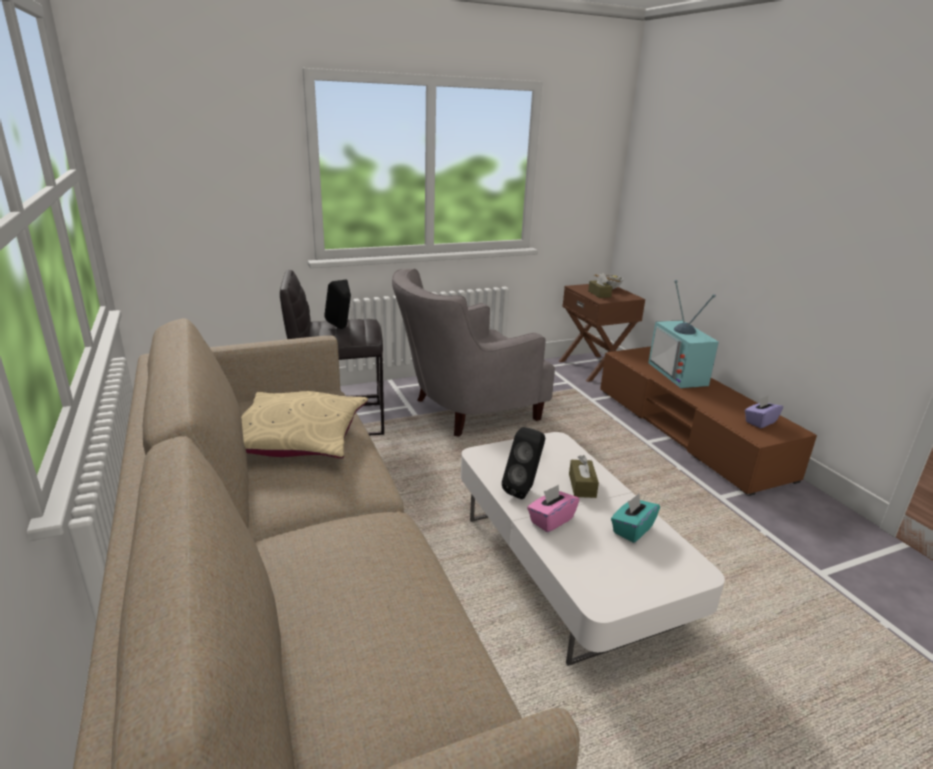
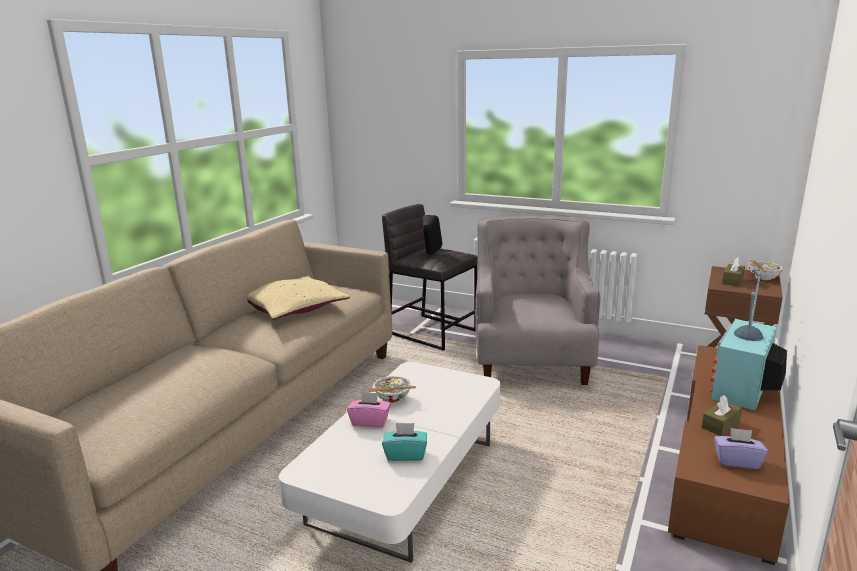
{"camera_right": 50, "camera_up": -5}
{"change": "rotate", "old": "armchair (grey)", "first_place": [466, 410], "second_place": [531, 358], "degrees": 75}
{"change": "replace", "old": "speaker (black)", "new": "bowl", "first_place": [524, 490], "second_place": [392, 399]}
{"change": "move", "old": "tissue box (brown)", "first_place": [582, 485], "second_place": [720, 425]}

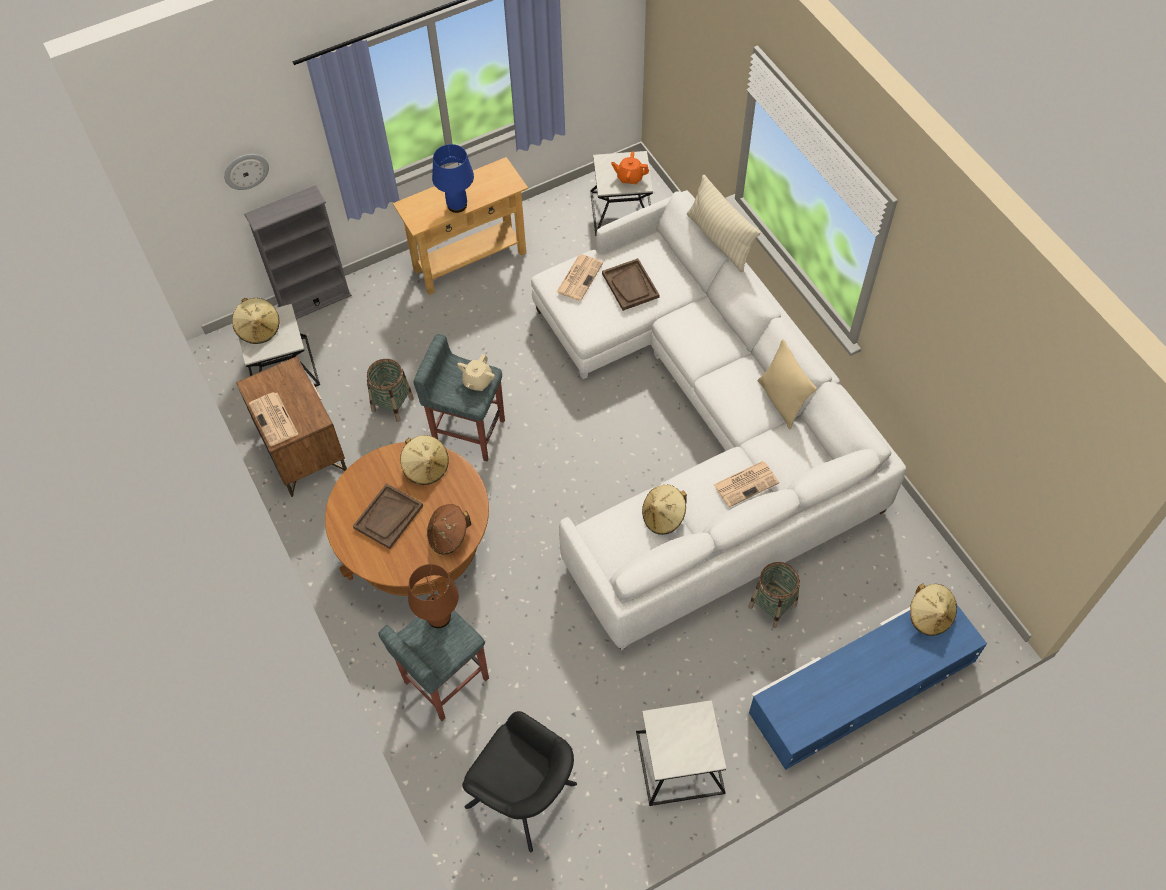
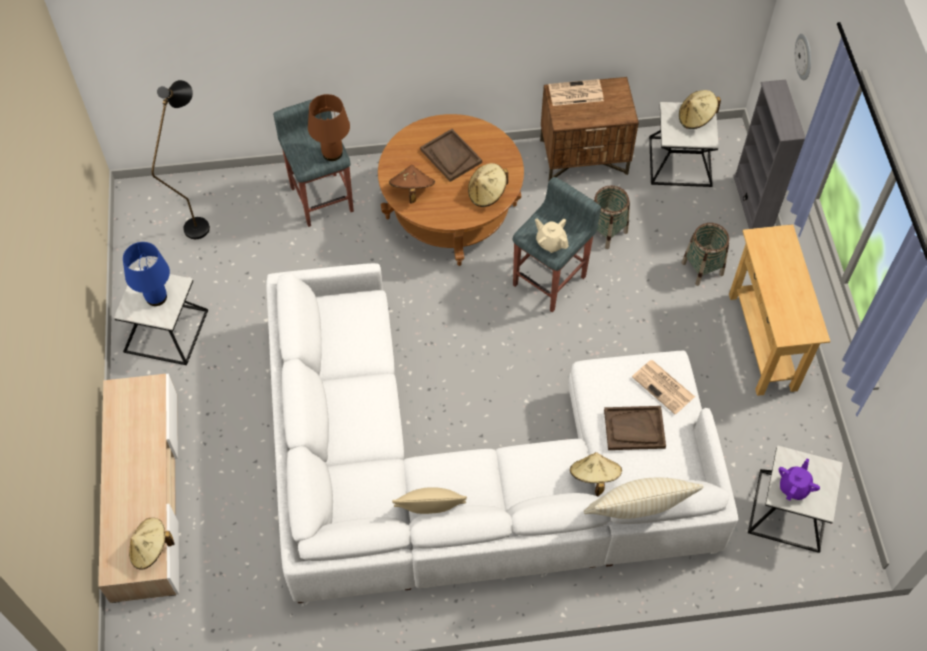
{"camera_right": 110, "camera_up": 0}
{"change": "move", "old": "table lamp (blue)", "first_place": [457, 205], "second_place": [156, 298]}
{"change": "replace", "old": "armchair (black)", "new": "floor lamp (black)", "first_place": [525, 797], "second_place": [201, 221]}
{"change": "recolor", "old": "teapot (orange)", "new": "teapot (purple)", "first_place": [629, 177], "second_place": [794, 487]}
{"change": "move", "old": "hat (beige)", "first_place": [663, 517], "second_place": [594, 477]}
{"change": "delete", "old": "newspaper", "first_place": [746, 483]}
{"change": "move", "old": "basket", "first_place": [772, 606], "second_place": [702, 268]}
{"change": "recolor", "old": "tv stand (blue)", "new": "tv stand (beige)", "first_place": [861, 687], "second_place": [145, 495]}

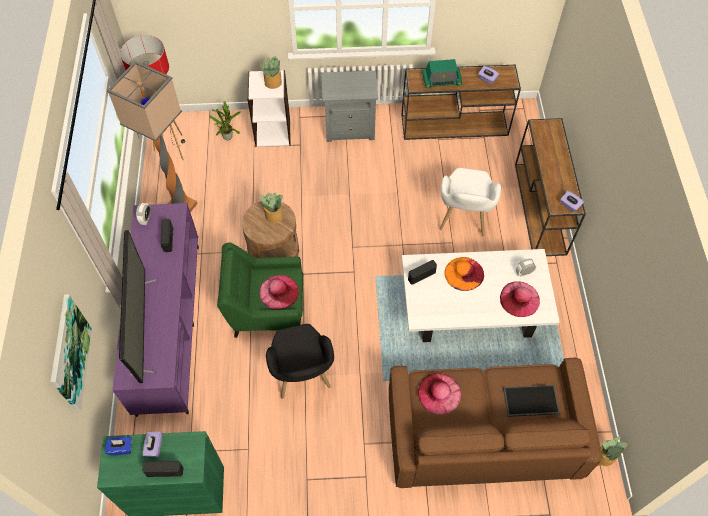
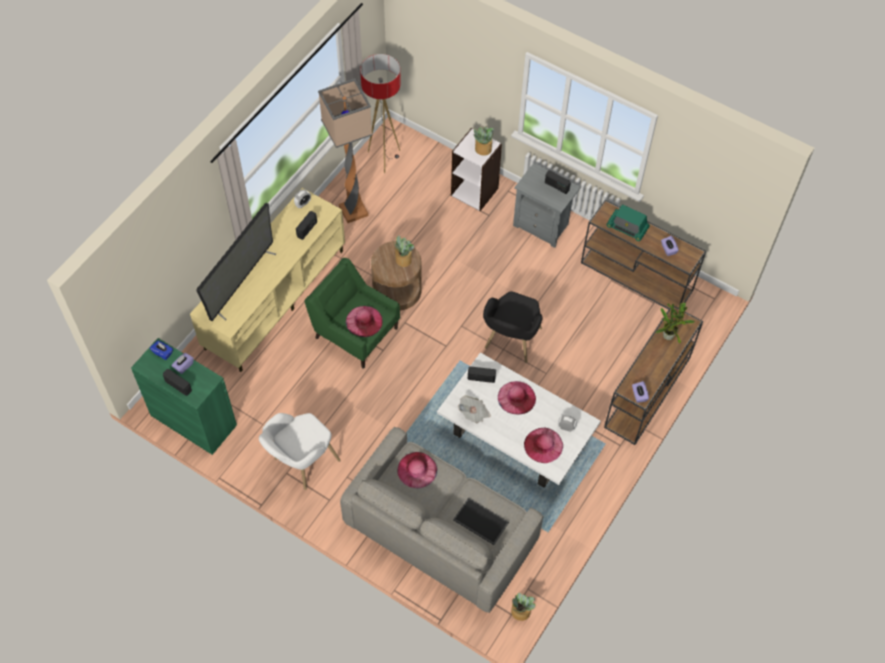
{"camera_right": 35, "camera_up": 0}
{"change": "delete", "old": "picture", "first_place": [69, 353]}
{"change": "recolor", "old": "tv stand (purple)", "new": "tv stand (beige)", "first_place": [169, 325], "second_place": [275, 298]}
{"change": "move", "old": "potted plant", "first_place": [228, 136], "second_place": [669, 335]}
{"change": "move", "old": "armchair (black)", "first_place": [303, 379], "second_place": [510, 345]}
{"change": "recolor", "old": "sofa (brown)", "new": "sofa (grey)", "first_place": [482, 434], "second_place": [440, 531]}
{"change": "move", "old": "armchair (white)", "first_place": [463, 222], "second_place": [300, 465]}
{"change": "recolor", "old": "hat (orange)", "new": "hat (pink)", "first_place": [464, 273], "second_place": [516, 397]}
{"change": "insert", "new": "newspaper", "second_place": [474, 413]}
{"change": "insert", "new": "radio", "second_place": [556, 186]}

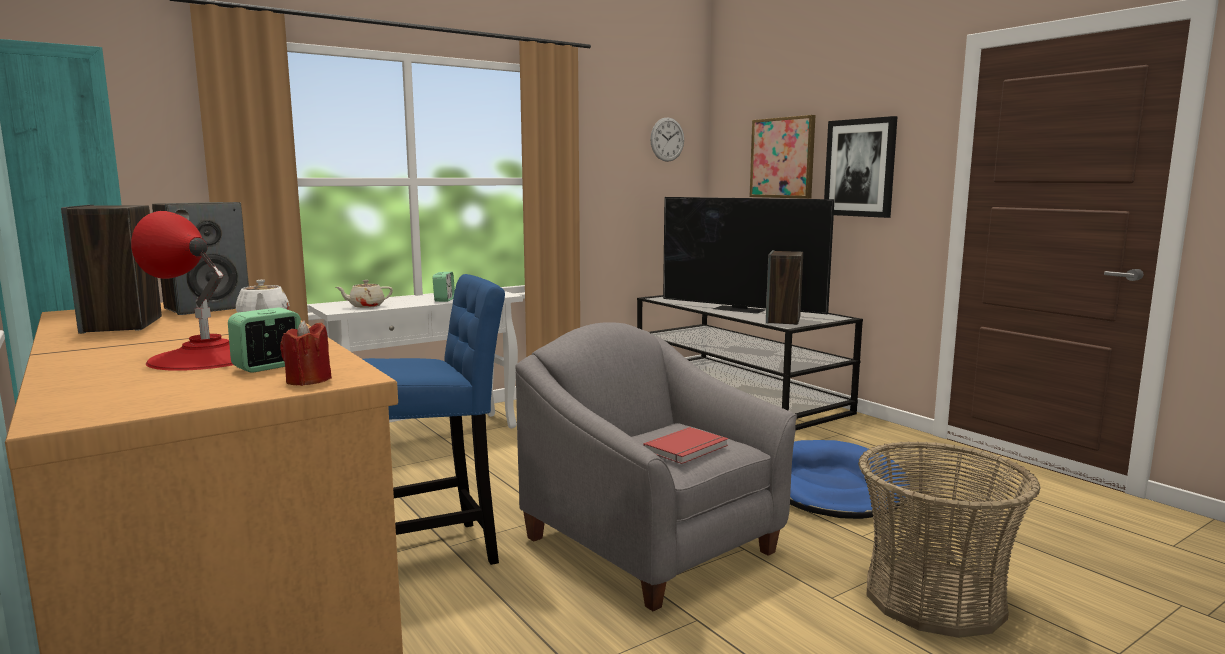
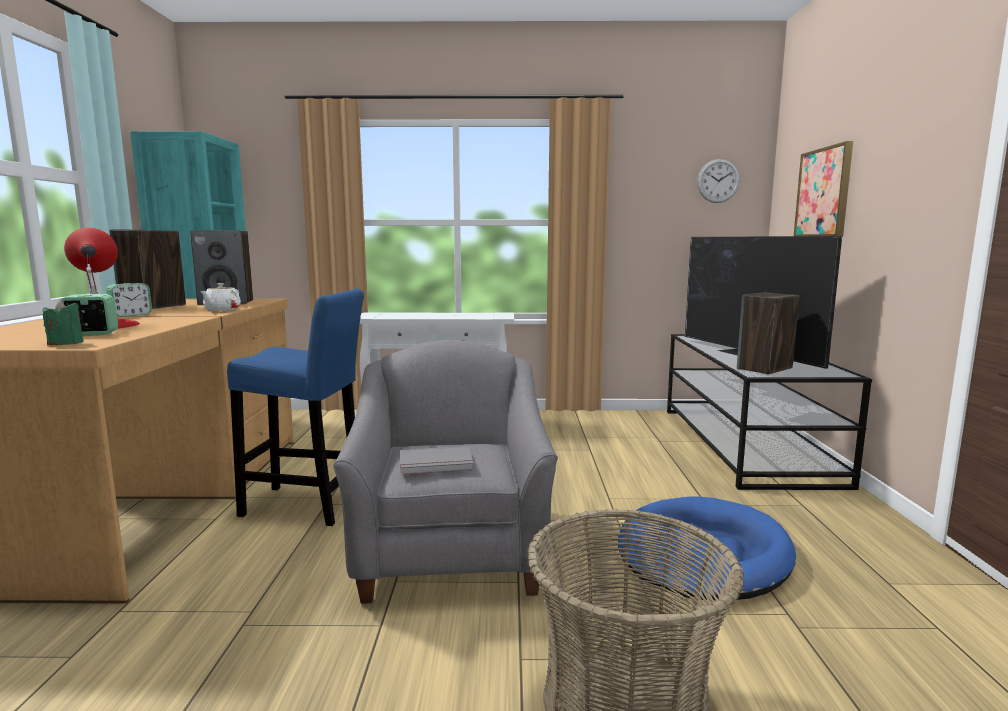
{"camera_right": 35, "camera_up": 0}
{"change": "recolor", "old": "candle (red)", "new": "candle (green)", "first_place": [308, 380], "second_place": [65, 343]}
{"change": "delete", "old": "teapot (beige)", "first_place": [366, 306]}
{"change": "move", "old": "alarm clock", "first_place": [444, 300], "second_place": [131, 315]}
{"change": "recolor", "old": "book (red)", "new": "book (grey)", "first_place": [688, 448], "second_place": [436, 464]}
{"change": "delete", "old": "picture", "first_place": [860, 168]}

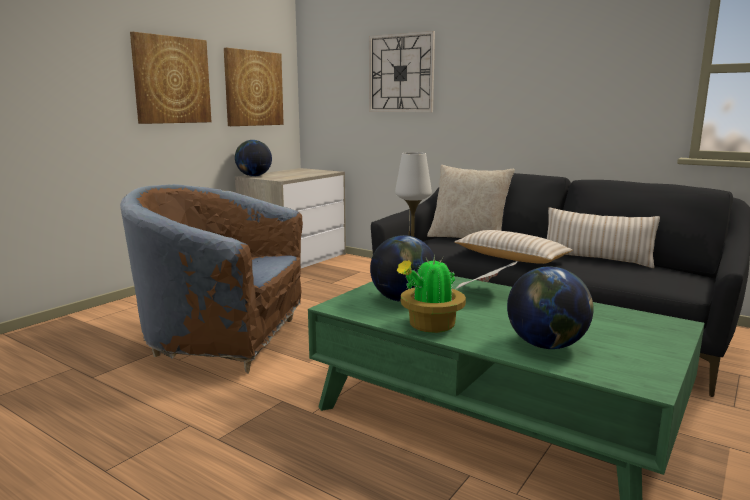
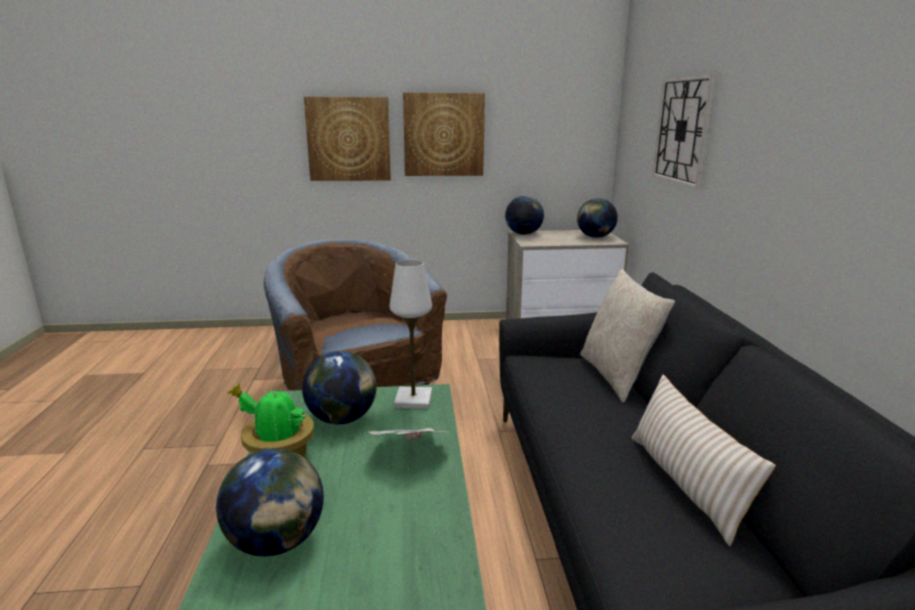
{"camera_right": 50, "camera_up": 5}
{"change": "move", "old": "picture", "first_place": [253, 88], "second_place": [348, 139]}
{"change": "delete", "old": "pillow (beige)", "first_place": [511, 258]}
{"change": "insert", "new": "globe", "second_place": [595, 237]}

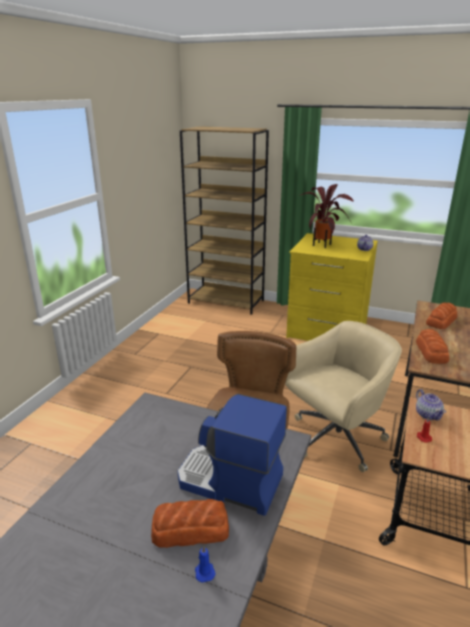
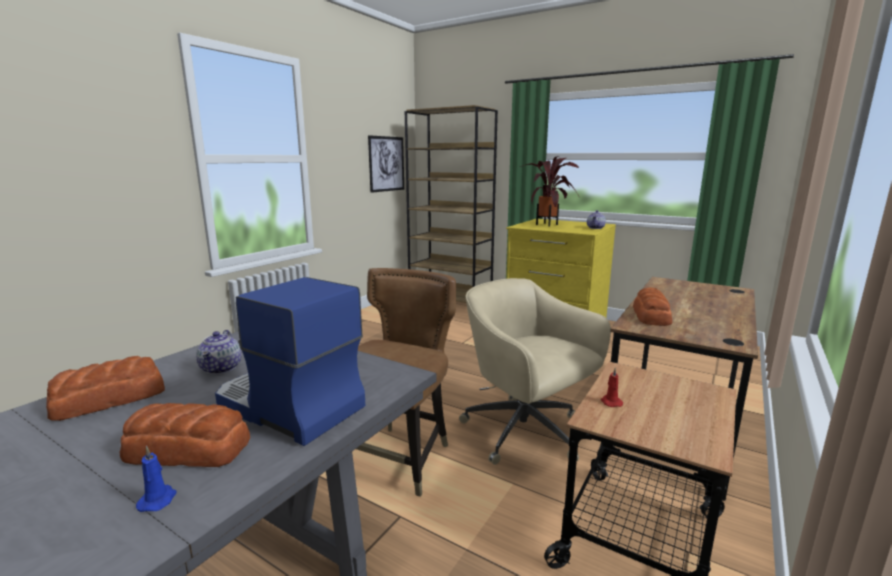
{"camera_right": 10, "camera_up": -10}
{"change": "rotate", "old": "office chair (beige)", "first_place": [335, 439], "second_place": [526, 433], "degrees": -105}
{"change": "move", "old": "teapot", "first_place": [428, 414], "second_place": [222, 368]}
{"change": "move", "old": "bread", "first_place": [441, 321], "second_place": [111, 399]}
{"change": "insert", "new": "picture", "second_place": [386, 164]}

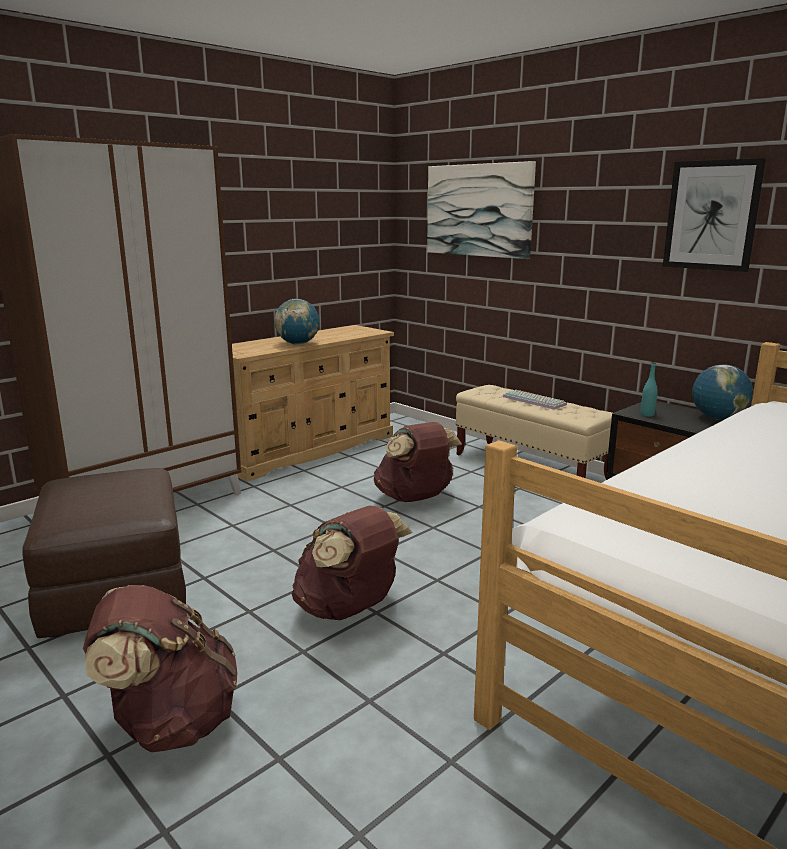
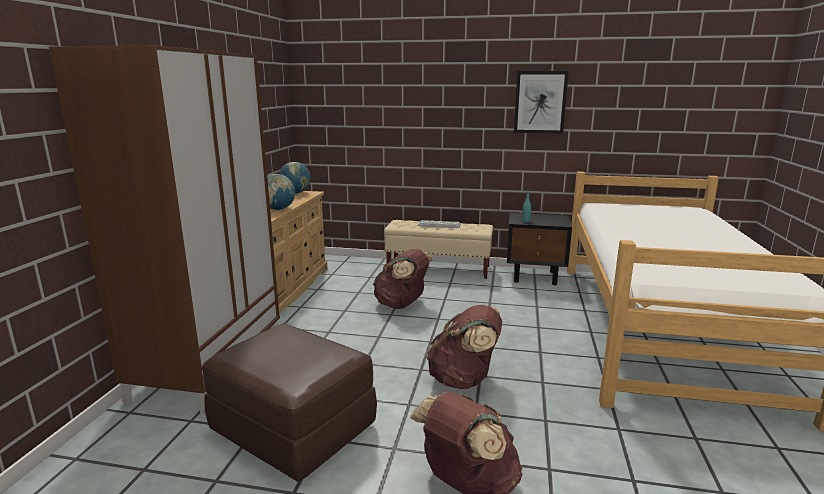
{"camera_right": -35, "camera_up": 0}
{"change": "delete", "old": "picture", "first_place": [478, 210]}
{"change": "move", "old": "globe", "first_place": [717, 418], "second_place": [295, 193]}

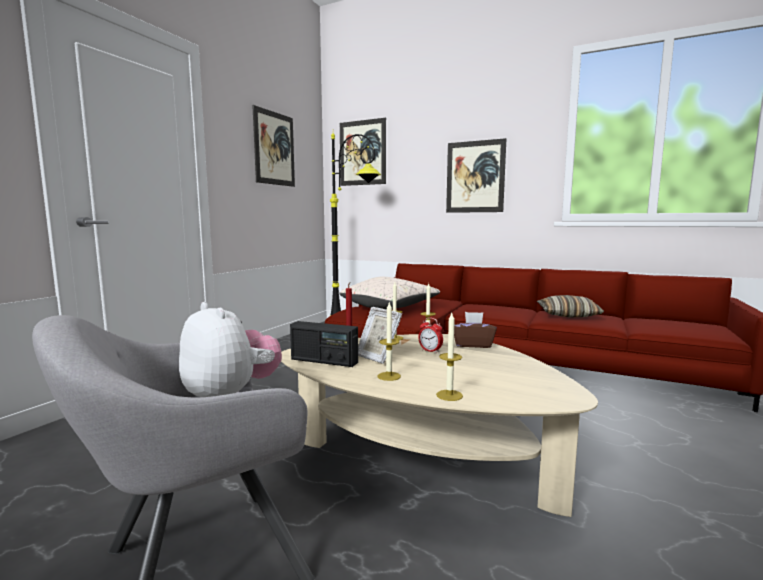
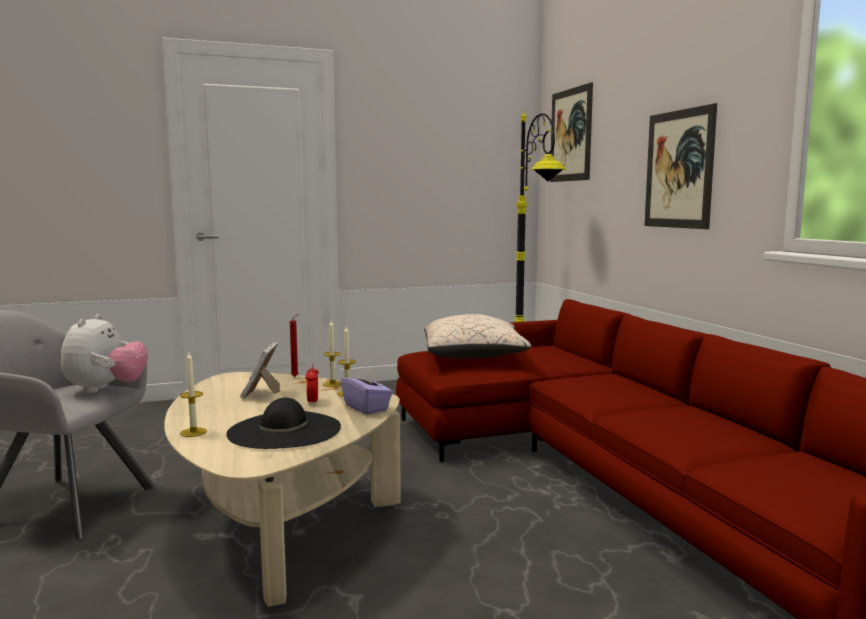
{"camera_right": 45, "camera_up": 0}
{"change": "delete", "old": "picture", "first_place": [274, 148]}
{"change": "delete", "old": "radio", "first_place": [324, 361]}
{"change": "delete", "old": "candle", "first_place": [389, 376]}
{"change": "recolor", "old": "tissue box (brown)", "new": "tissue box (purple)", "first_place": [473, 344], "second_place": [367, 408]}
{"change": "delete", "old": "pillow", "first_place": [567, 315]}
{"change": "insert", "new": "hat (black)", "second_place": [284, 430]}

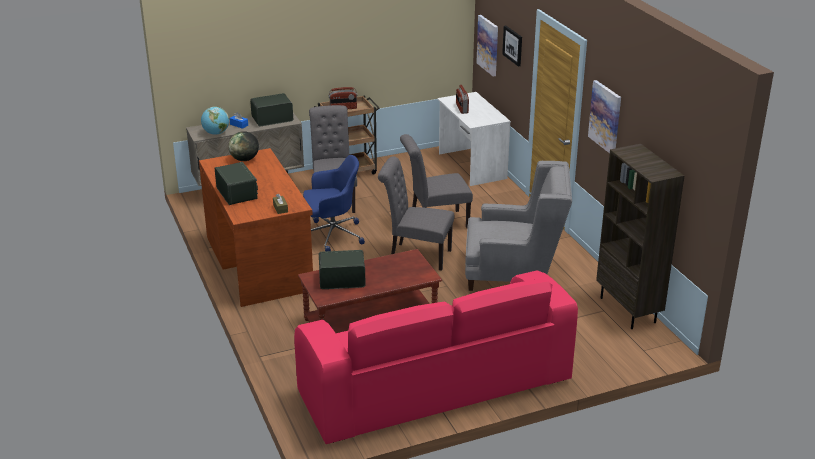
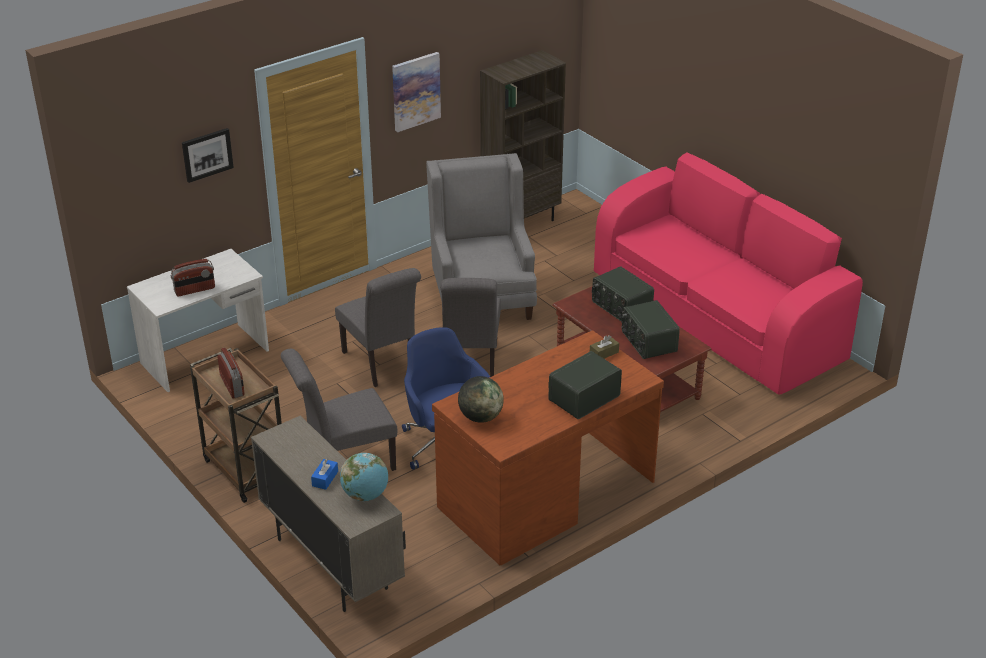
{"camera_right": -105, "camera_up": 5}
{"change": "move", "old": "radio", "first_place": [272, 118], "second_place": [621, 307]}
{"change": "delete", "old": "picture", "first_place": [488, 45]}

